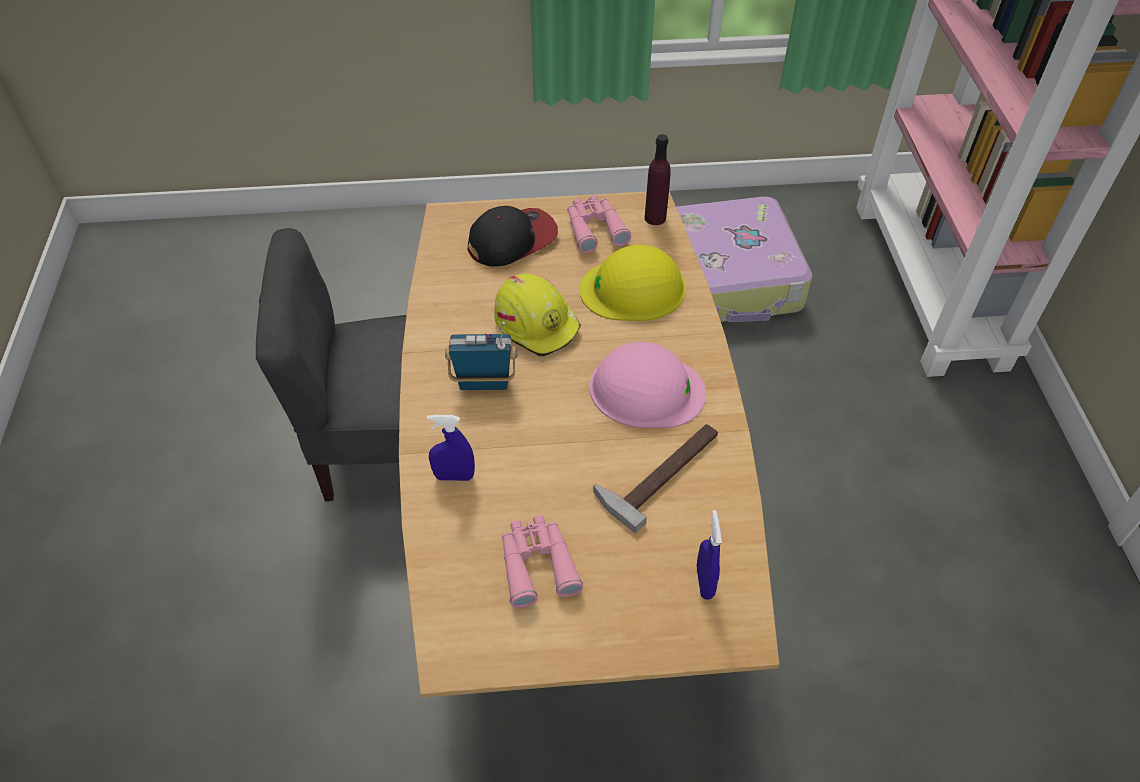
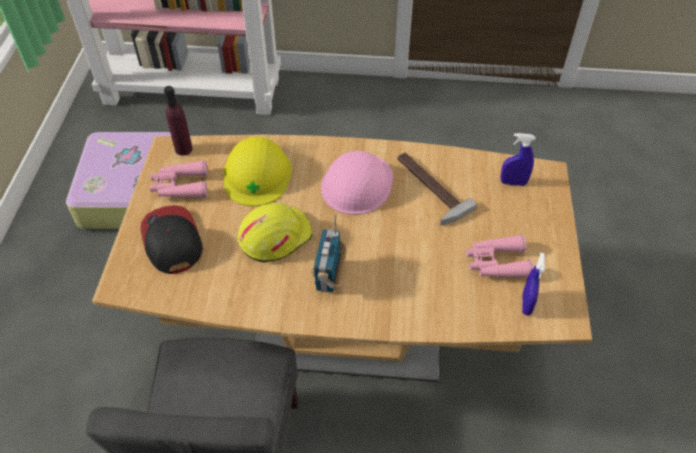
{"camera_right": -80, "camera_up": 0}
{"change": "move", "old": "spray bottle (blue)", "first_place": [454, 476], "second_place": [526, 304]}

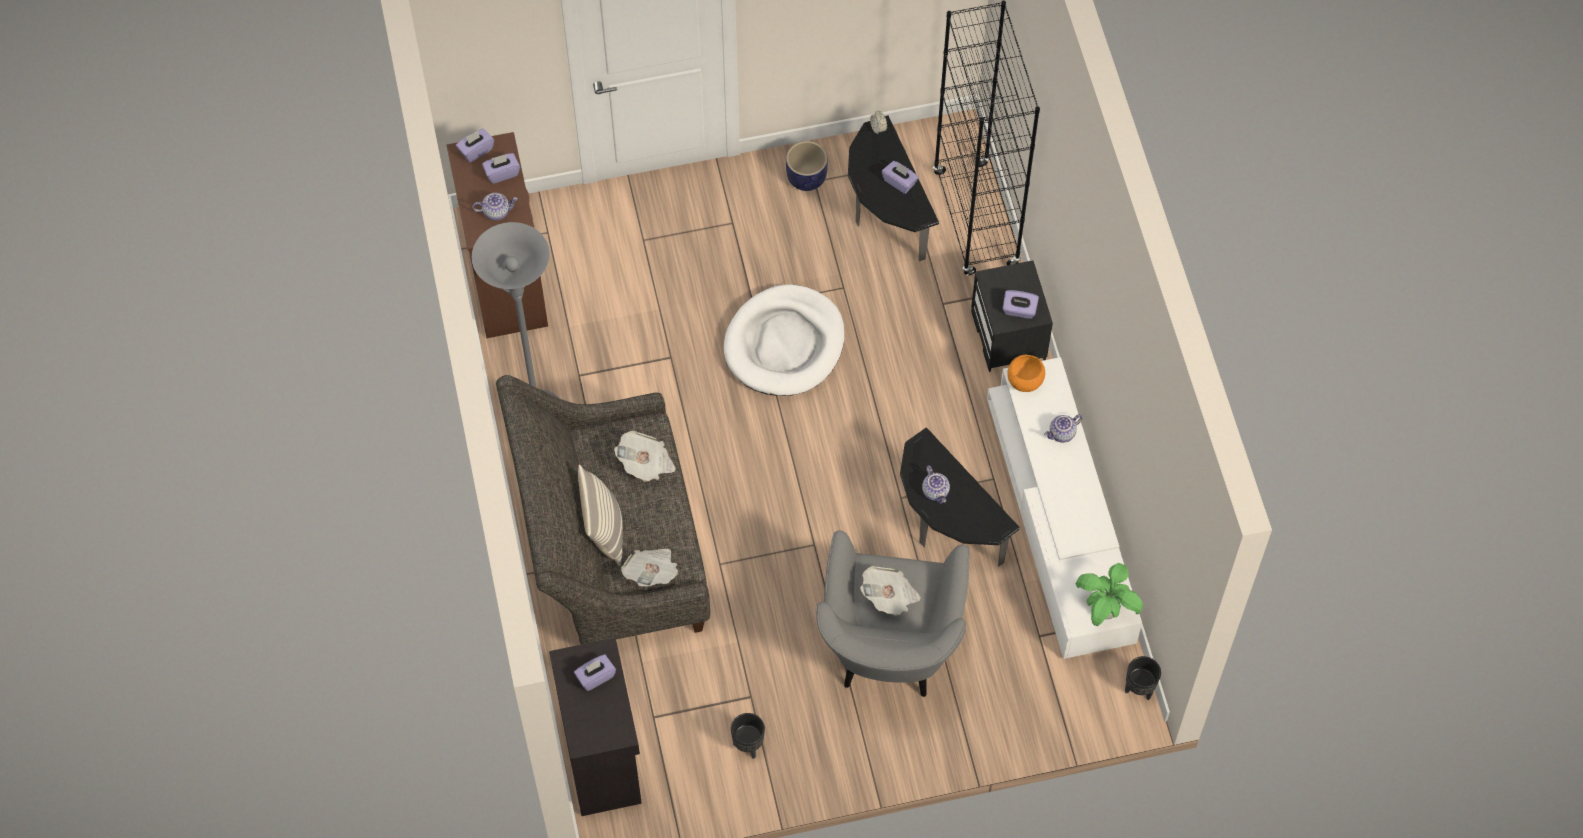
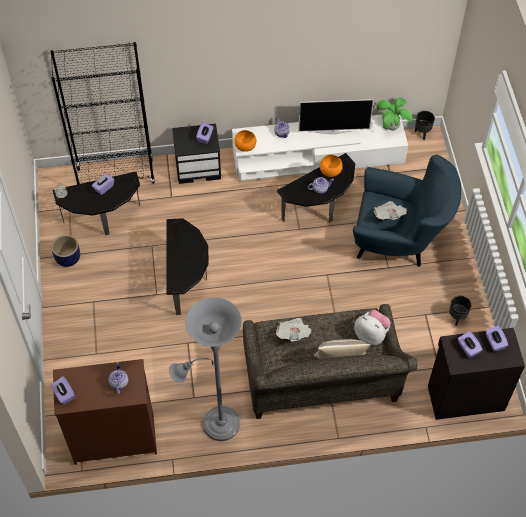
{"camera_right": -85, "camera_up": -5}
{"change": "move", "old": "tissue box (purple)", "first_place": [502, 173], "second_place": [494, 342]}
{"change": "replace", "old": "newspaper", "new": "plush toy", "first_place": [652, 573], "second_place": [371, 335]}
{"change": "replace", "old": "dog bed (white)", "new": "side table", "first_place": [784, 344], "second_place": [187, 279]}
{"change": "recolor", "old": "armchair (grey)", "new": "armchair (blue)", "first_place": [889, 652], "second_place": [398, 243]}
{"change": "insert", "new": "television", "second_place": [333, 131]}
{"change": "insert", "new": "bowl (orange)", "second_place": [330, 171]}

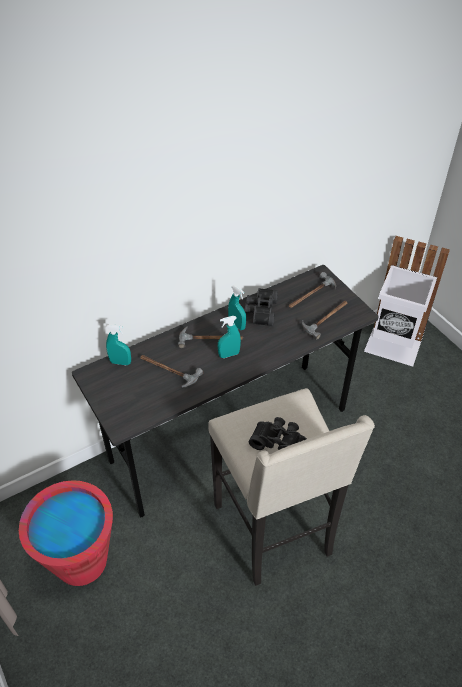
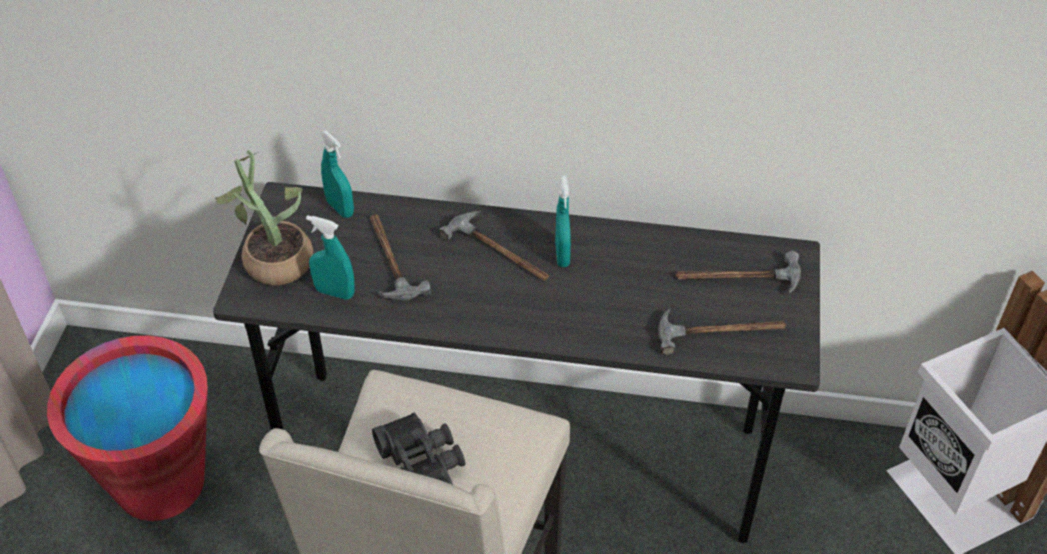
{"camera_right": 40, "camera_up": 0}
{"change": "move", "old": "spray bottle (turquoise)", "first_place": [229, 354], "second_place": [335, 292]}
{"change": "delete", "old": "binoculars (black)", "first_place": [260, 311]}
{"change": "insert", "new": "potted plant", "second_place": [273, 258]}

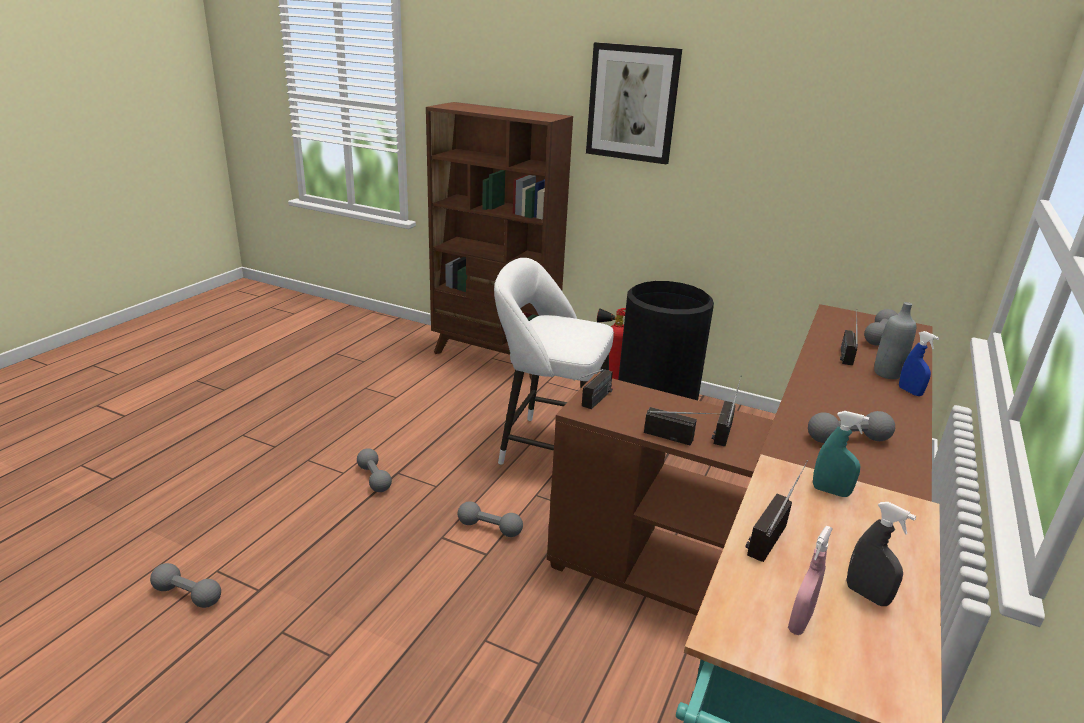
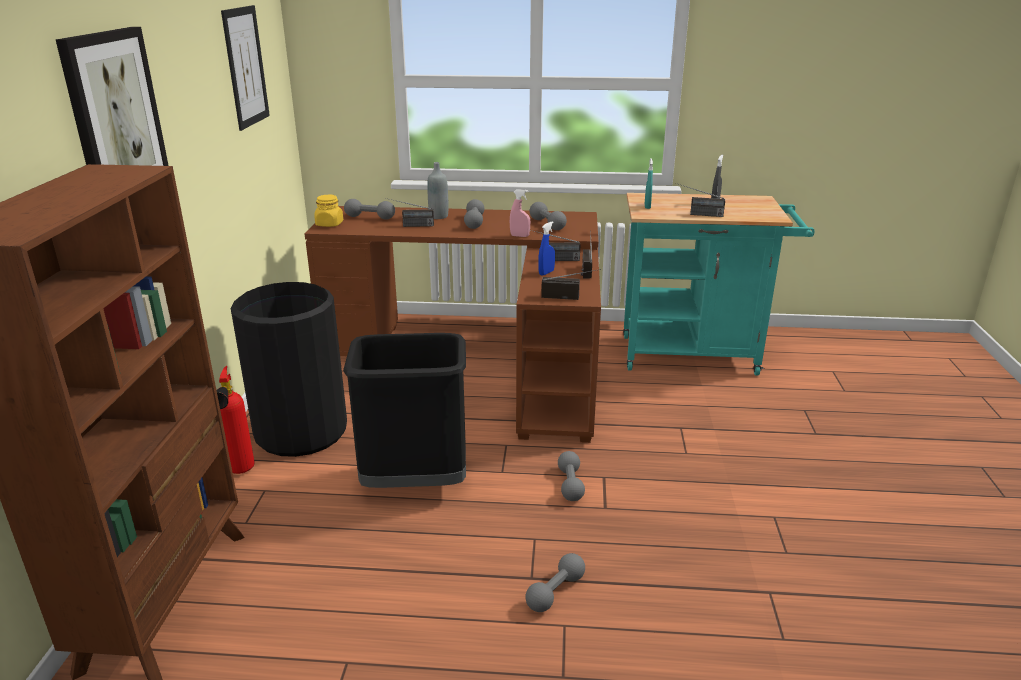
{"camera_right": -110, "camera_up": 0}
{"change": "move", "old": "dumbbell (grey)", "first_place": [187, 595], "second_place": [474, 222]}
{"change": "replace", "old": "stool (white)", "new": "trash can (black)", "first_place": [548, 448], "second_place": [414, 483]}
{"change": "move", "old": "spray bottle (pink)", "first_place": [800, 622], "second_place": [519, 236]}
{"change": "move", "old": "spray bottle (blue)", "first_place": [910, 391], "second_place": [546, 272]}
{"change": "insert", "new": "picture", "second_place": [245, 67]}
{"change": "insert", "new": "jar (yellow)", "second_place": [329, 224]}

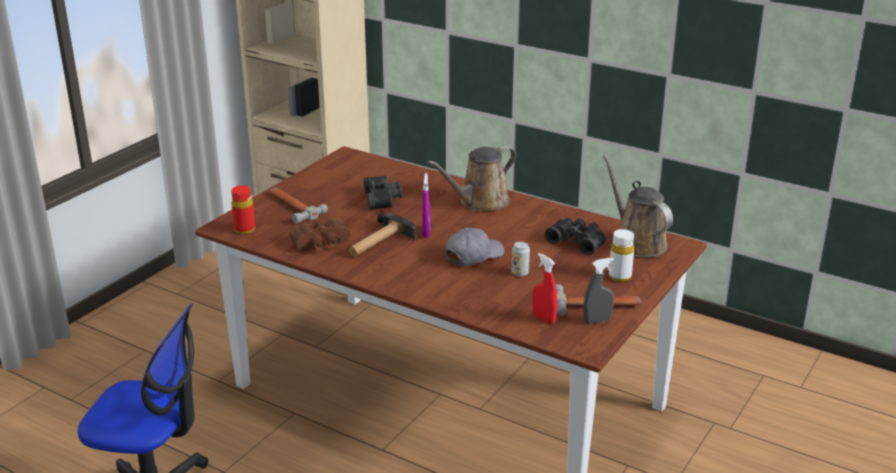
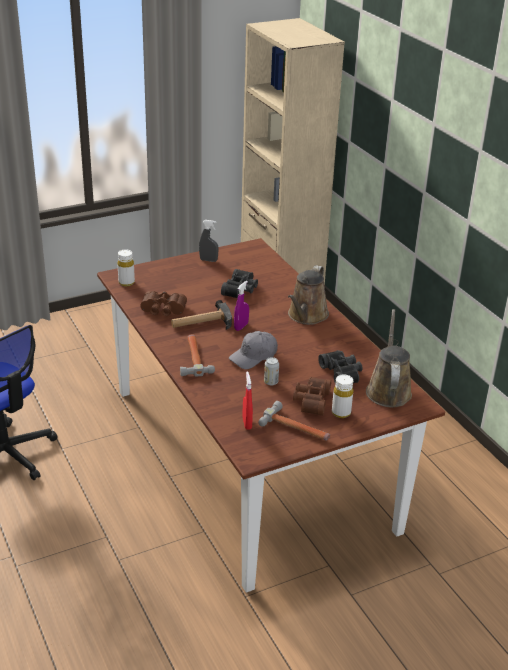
{"camera_right": 30, "camera_up": 5}
{"change": "recolor", "old": "bottle (red)", "new": "bottle (white)", "first_place": [245, 230], "second_place": [126, 283]}
{"change": "move", "old": "hammer", "first_place": [293, 207], "second_place": [194, 358]}
{"change": "rotate", "old": "watering can (brown)", "first_place": [480, 203], "second_place": [306, 316], "degrees": -60}
{"change": "rotate", "old": "cap (grey)", "first_place": [473, 255], "second_place": [254, 356], "degrees": 150}
{"change": "move", "old": "spray bottle (grey)", "first_place": [597, 321], "second_place": [208, 260]}
{"change": "insert", "new": "binoculars (brown)", "second_place": [310, 401]}

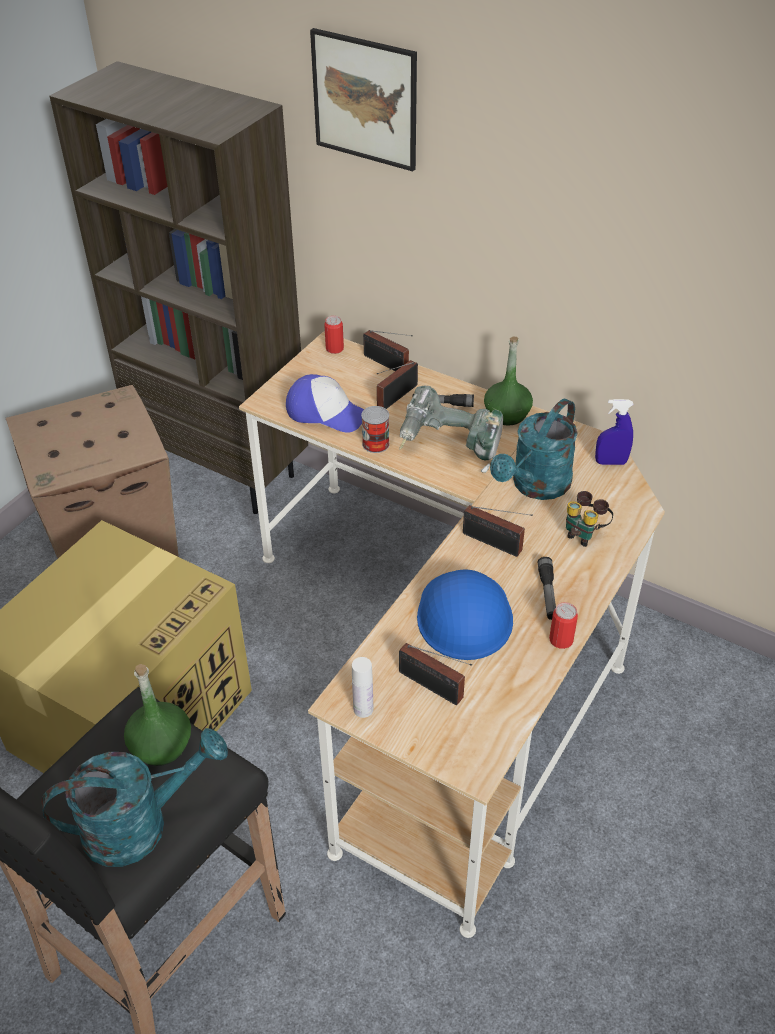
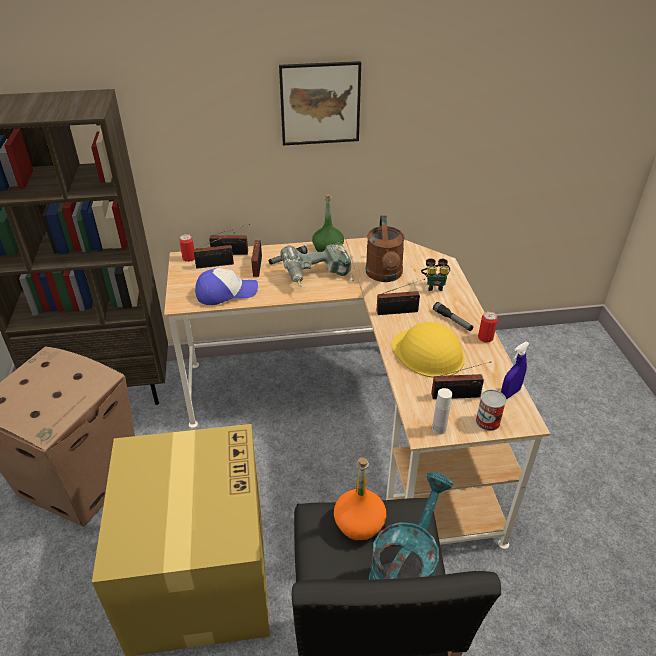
{"camera_right": -40, "camera_up": -5}
{"change": "recolor", "old": "bottle (green)", "new": "bottle (orange)", "first_place": [161, 745], "second_place": [359, 523]}
{"change": "move", "old": "picture", "first_place": [365, 99], "second_place": [320, 103]}
{"change": "move", "old": "can", "first_place": [375, 444], "second_place": [487, 421]}
{"change": "recolor", "old": "hard hat (blue)", "new": "hard hat (yellow)", "first_place": [464, 615], "second_place": [428, 352]}
{"change": "recolor", "old": "watering can (turquoise)", "new": "watering can (brown)", "first_place": [535, 487], "second_place": [385, 275]}
{"change": "move", "old": "spray bottle (blue)", "first_place": [610, 462], "second_place": [510, 393]}
{"change": "insert", "new": "radio", "second_place": [217, 264]}

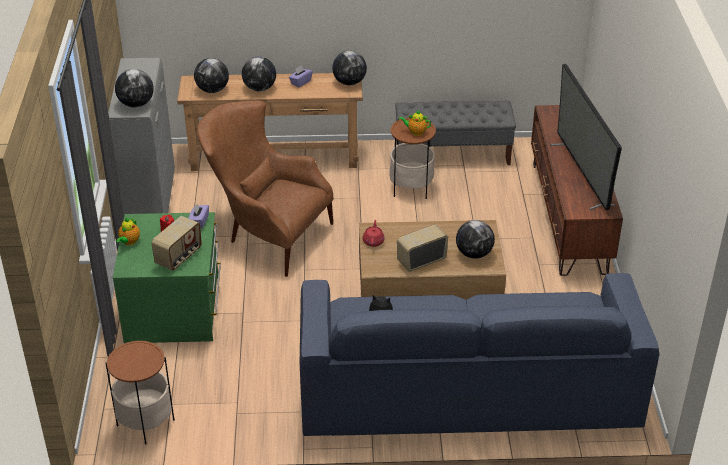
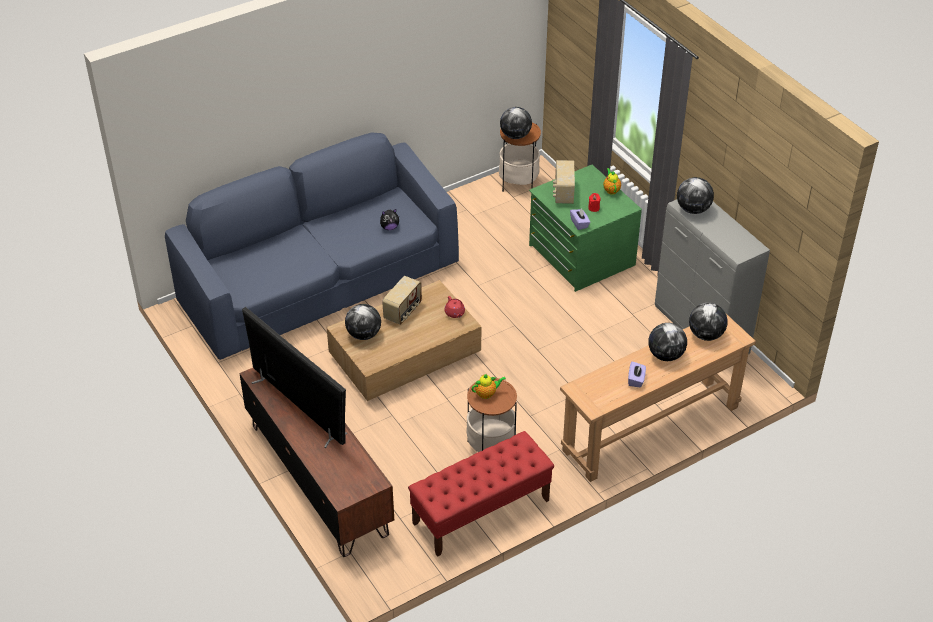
{"camera_right": 150, "camera_up": 5}
{"change": "delete", "old": "armchair (brown)", "first_place": [266, 234]}
{"change": "move", "old": "globe", "first_place": [349, 82], "second_place": [515, 136]}
{"change": "recolor", "old": "bench (grey)", "new": "bench (red)", "first_place": [453, 154], "second_place": [480, 512]}

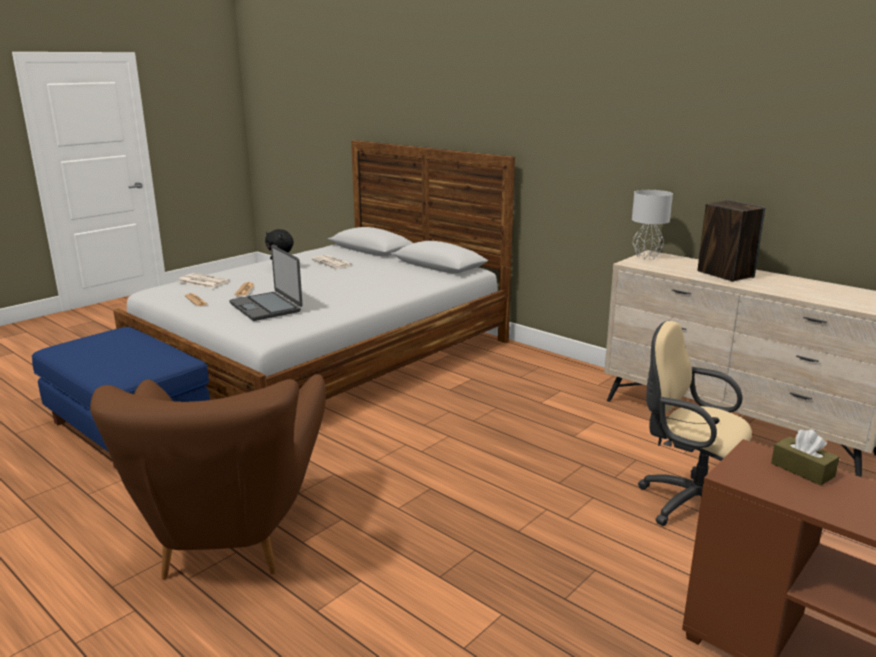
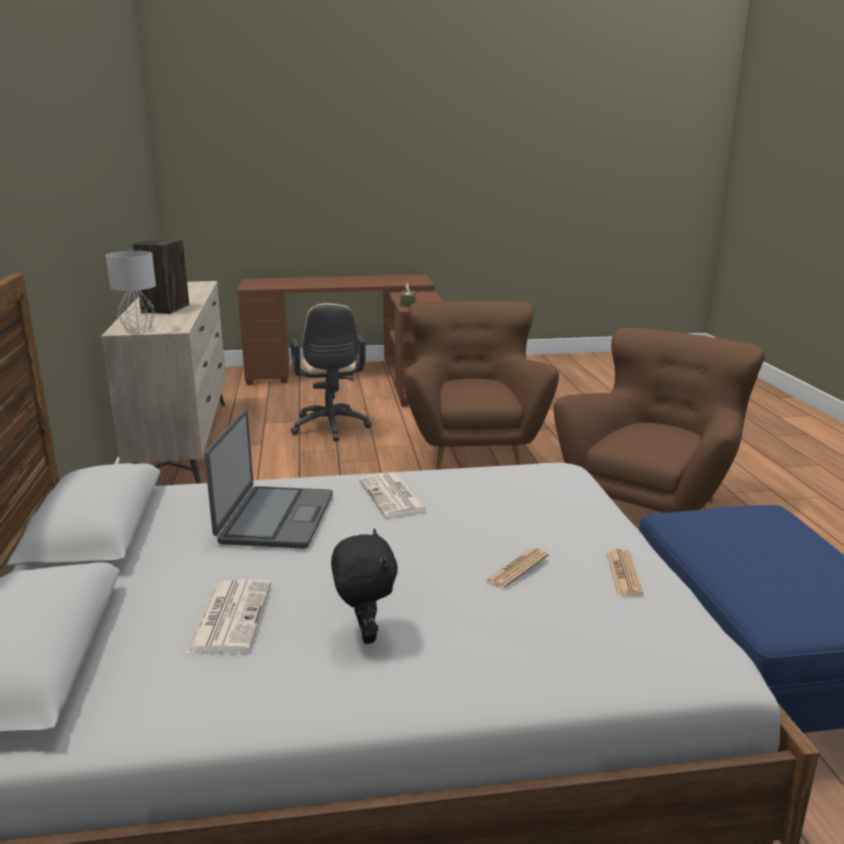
{"camera_right": -140, "camera_up": 0}
{"change": "move", "old": "newspaper", "first_place": [202, 281], "second_place": [394, 496]}
{"change": "move", "old": "laptop", "first_place": [266, 307], "second_place": [275, 518]}
{"change": "insert", "new": "armchair (brown)", "second_place": [472, 450]}

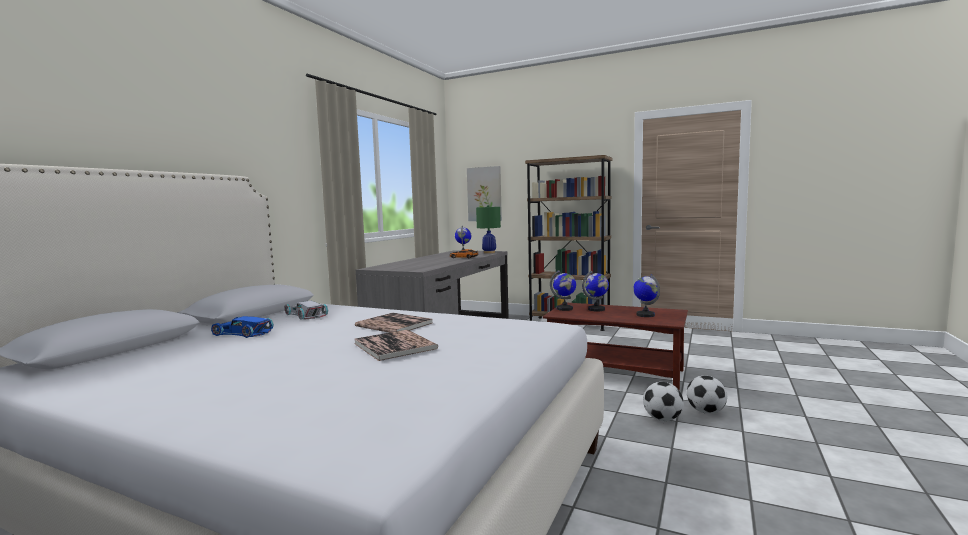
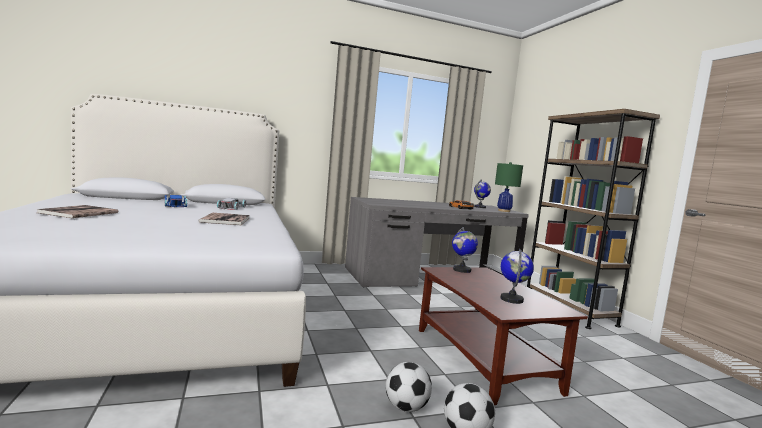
{"camera_right": 45, "camera_up": 0}
{"change": "move", "old": "book", "first_place": [395, 346], "second_place": [79, 213]}
{"change": "delete", "old": "picture", "first_place": [484, 194]}
{"change": "delete", "old": "globe", "first_place": [596, 309]}

